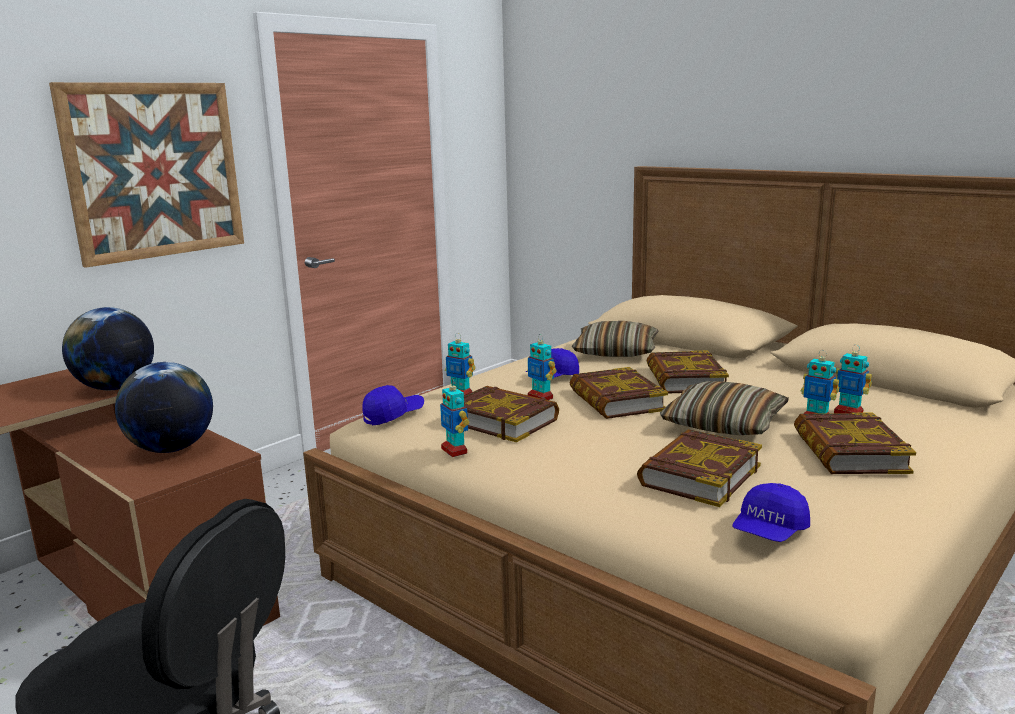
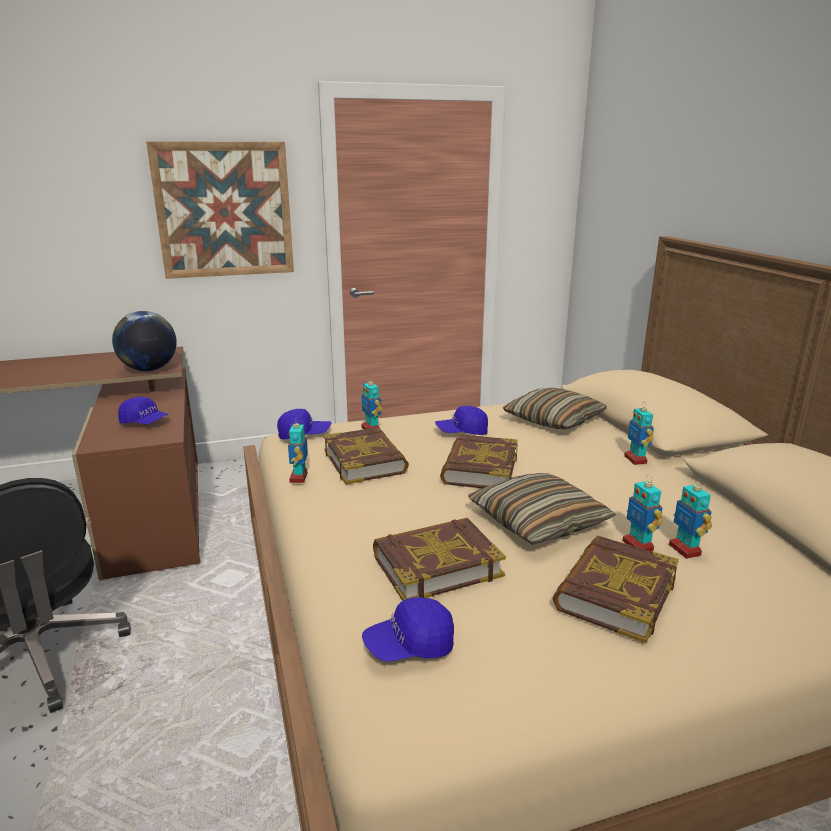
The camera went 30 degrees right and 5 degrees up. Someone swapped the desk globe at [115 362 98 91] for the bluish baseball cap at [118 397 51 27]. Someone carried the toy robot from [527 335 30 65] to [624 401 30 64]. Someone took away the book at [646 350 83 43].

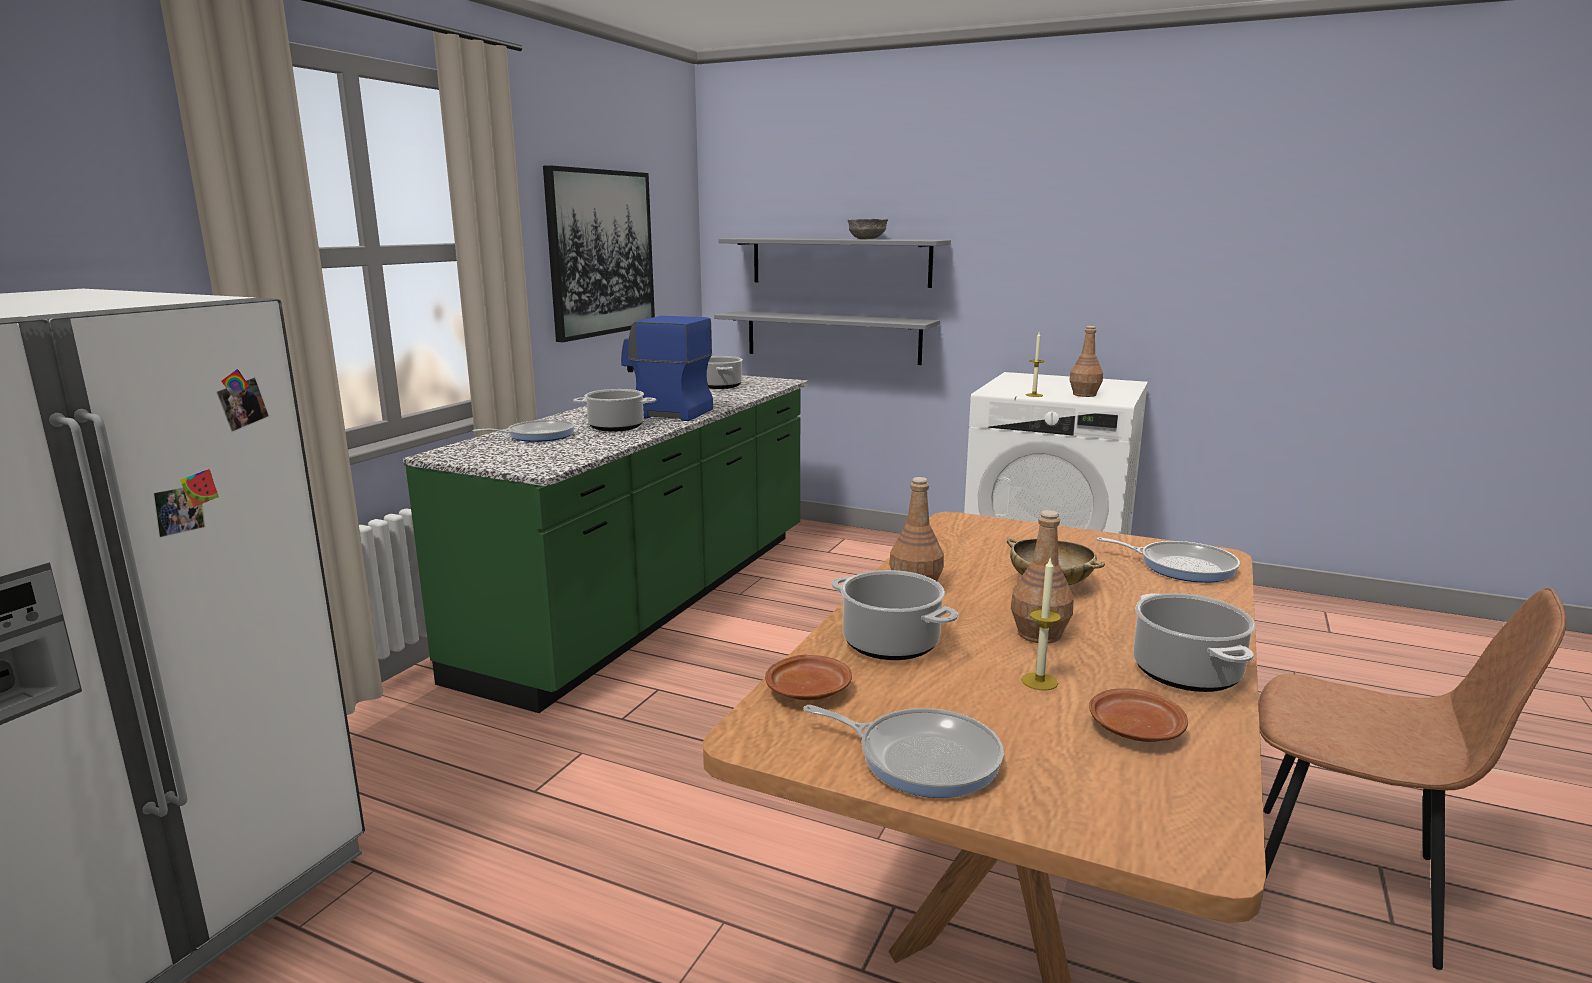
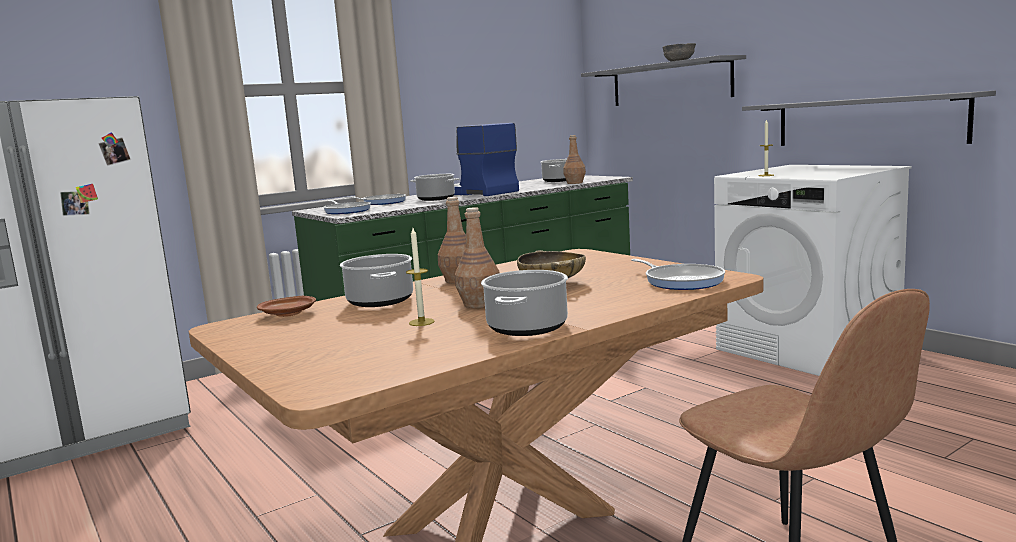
The camera went 30 degrees right and 5 degrees down. Someone carried the frying pan from [803 705 201 93] to [323 200 48 14]. Someone carried the brown beverage bottle from [1069 326 34 71] to [563 135 23 49]. Someone carried the grey bracket shelf from [714 311 226 54] to [742 91 254 55]. Someone took away the wall art at [543 165 112 177]. Someone took away the brown flat dish at [1089 689 99 53].

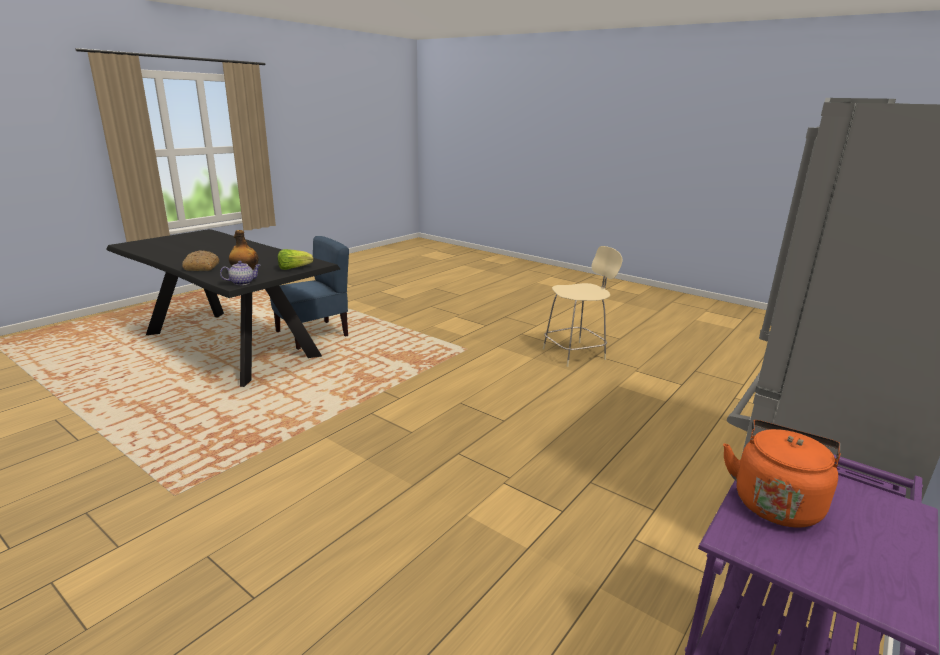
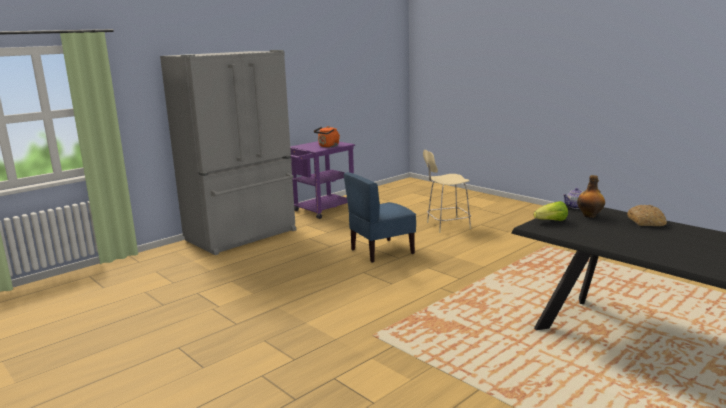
The camera went 170 degrees left and 5 degrees down. Someone carried the bluish plain chair from [270 236 79 114] to [344 172 72 91]. Someone carried the sand-coloured plain chair from [543 246 79 121] to [423 150 48 83].

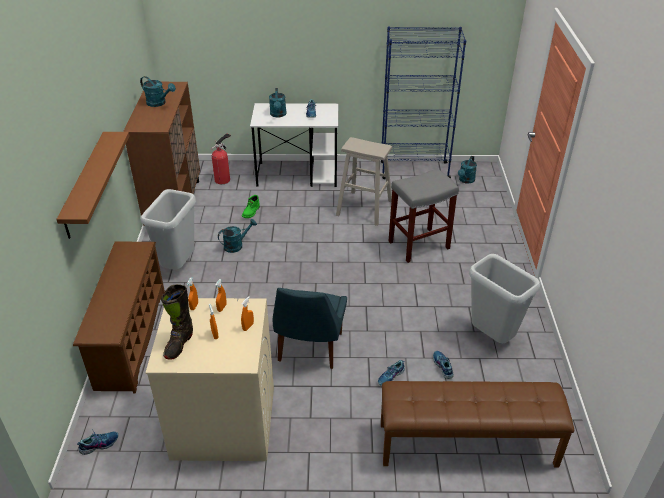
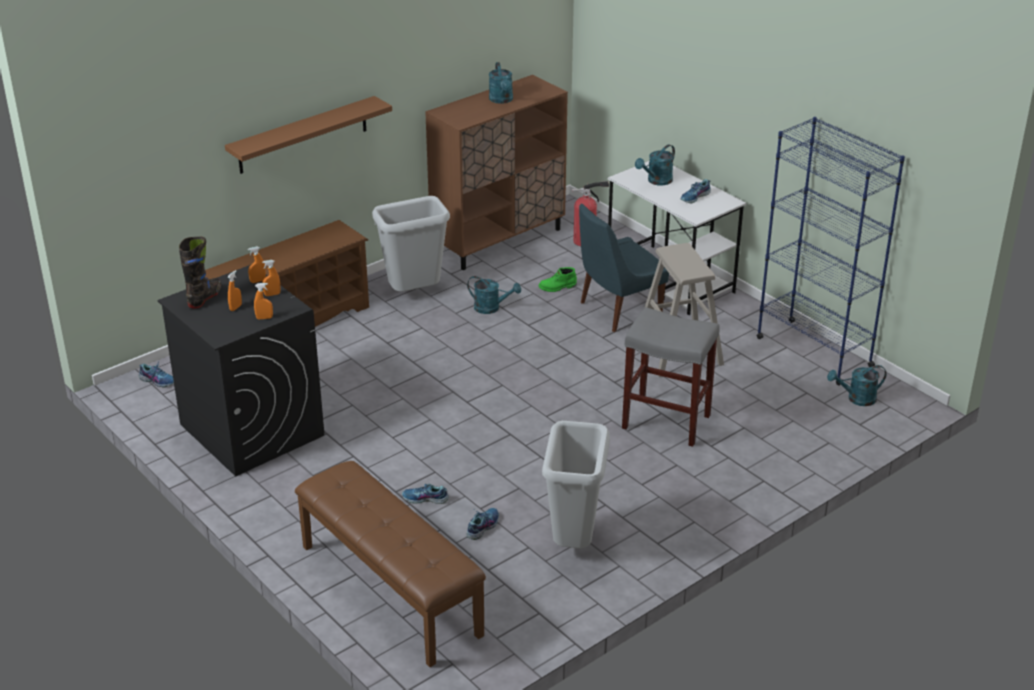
The camera went 50 degrees right and 5 degrees down. Someone repainted the sand-coloured laundry appliance at [146 298 128 163], which became the black laundry appliance at [158 265 166 212]. Someone rotated the black boot at [161 284 32 76] by 135 degrees clockwise. Someone carried the bluish plain chair from [273 288 74 81] to [579 204 90 128].

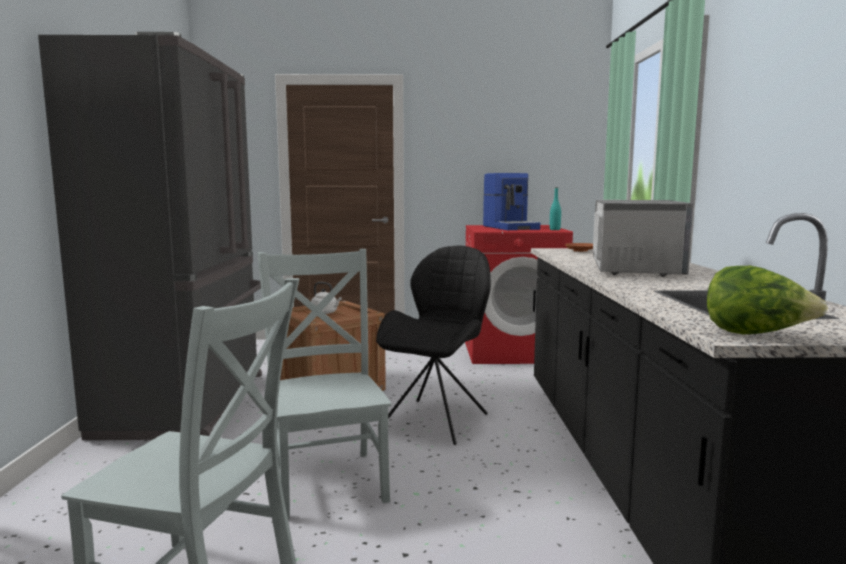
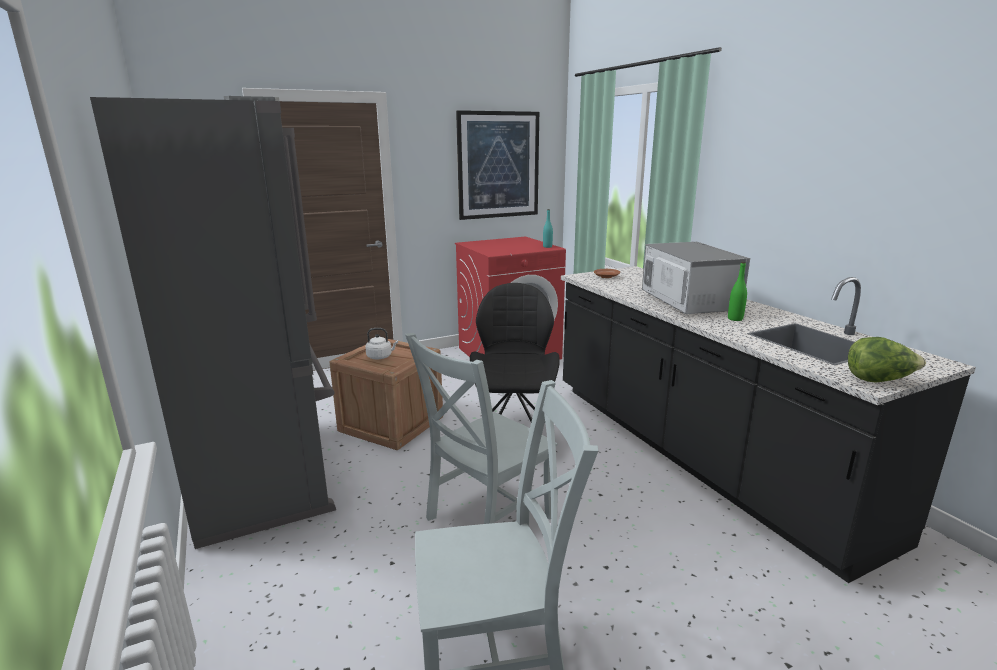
The camera went 25 degrees left and 10 degrees up. Someone rotated the grey plain chair at [257 249 135 270] by 90 degrees counterclockwise. Someone put up the wall art at [456 110 83 110]. Someone put down the greenish beverage bottle at [728 262 19 59]. Someone took away the coffee maker at [483 173 57 57].

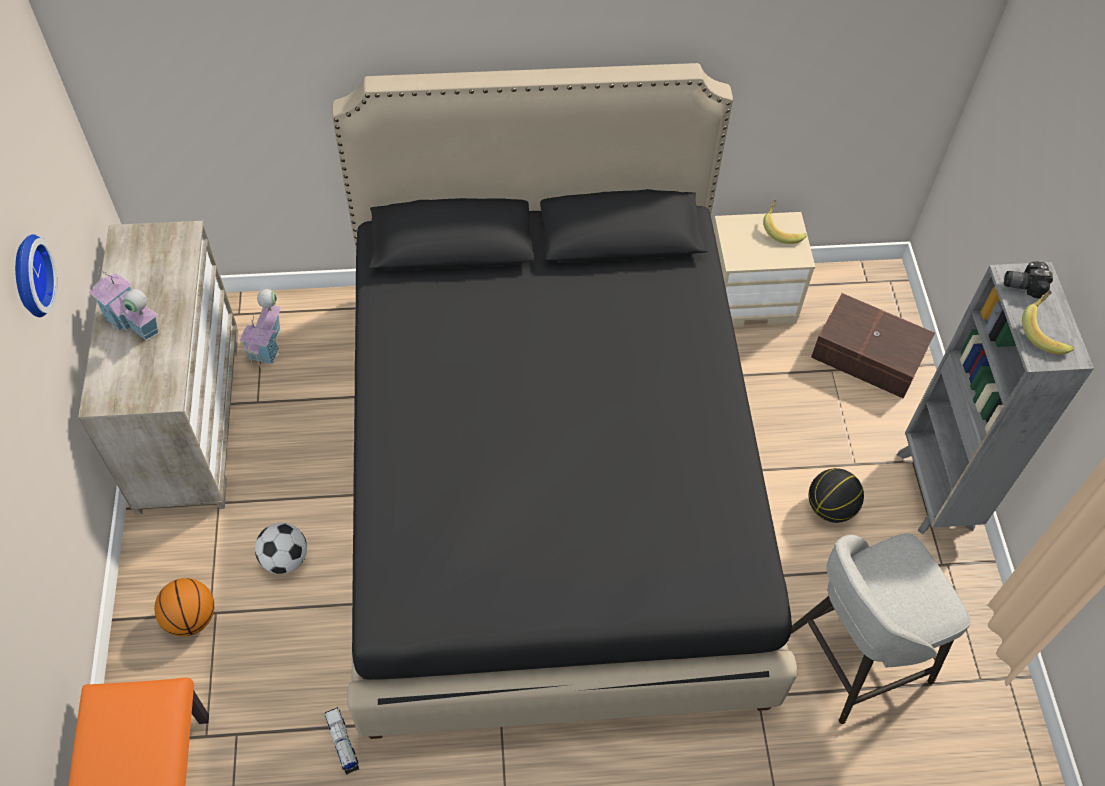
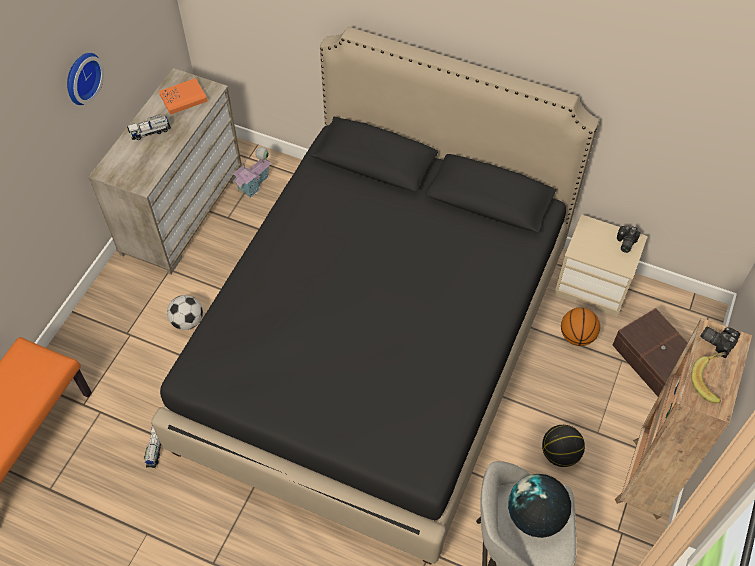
The camera went 30 degrees right and 0 degrees up. Someone swapped the miniature house at [88 266 71 75] for the toy truck at [127 114 44 26]. Someone put down the orange book at [159 78 48 37]. Someone put down the desk globe at [508 474 63 64]. Someone carried the ball for basketball from [154 578 60 59] to [561 308 39 38]. Someone repainted the grey bookshelf at [897 262 197 272], which became the brown bookshelf at [615 318 137 202]. Someone swapped the banana at [763 199 44 45] for the still camera at [617 226 24 27].

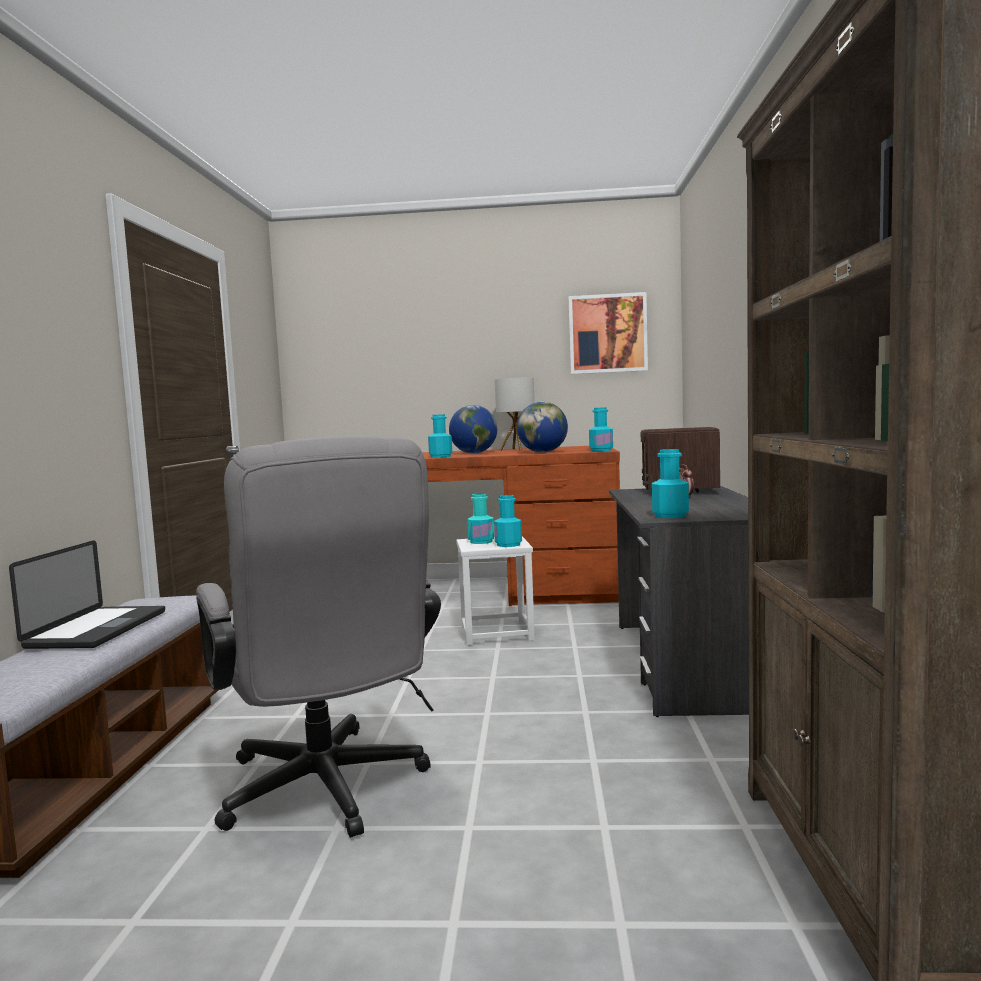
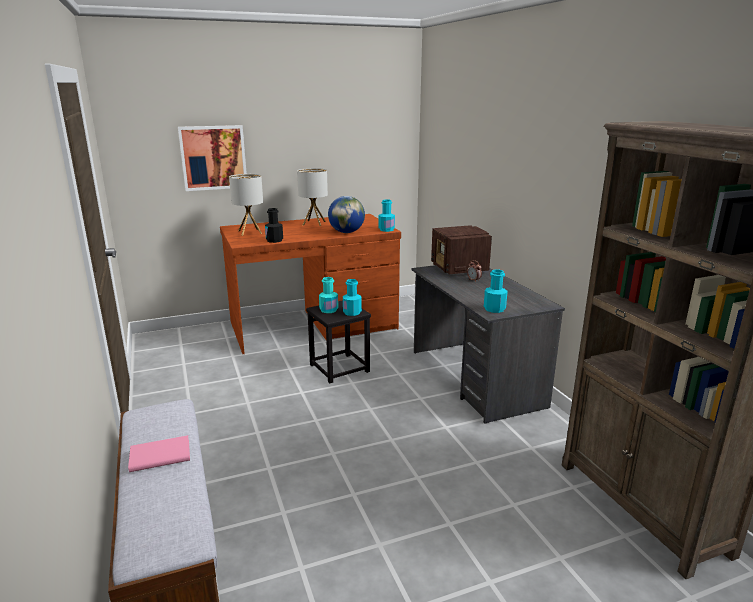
The camera went 25 degrees left and 15 degrees up. Someone swapped the portable computer at [9 540 156 109] for the pink-coloured book at [128 435 62 37]. Someone carried the wall art from [569 292 79 82] to [178 125 69 66]. Someone put down the lamp for a table at [229 174 34 62]. Someone repainted the turquoise beverage bottle at [428 414 24 44], which became the black beverage bottle at [265 208 18 35]. Someone repainted the whitish stool seat at [456 536 79 110], which became the black stool seat at [306 300 65 83]. Someone took away the grey desk chair at [196 436 245 402]. Someone took away the desk globe at [449 405 48 49].

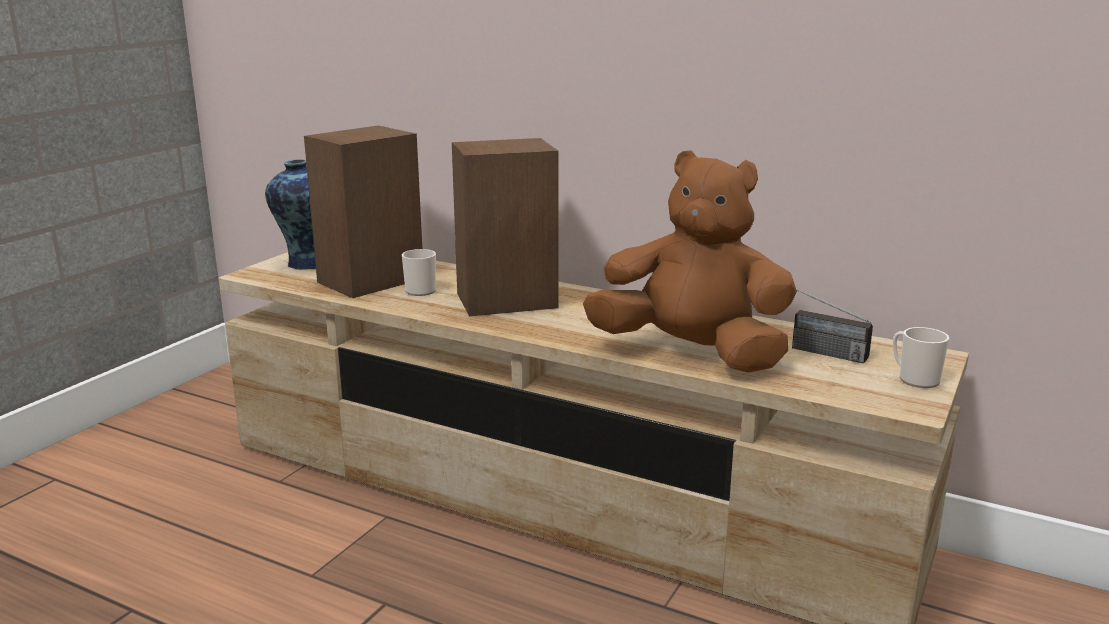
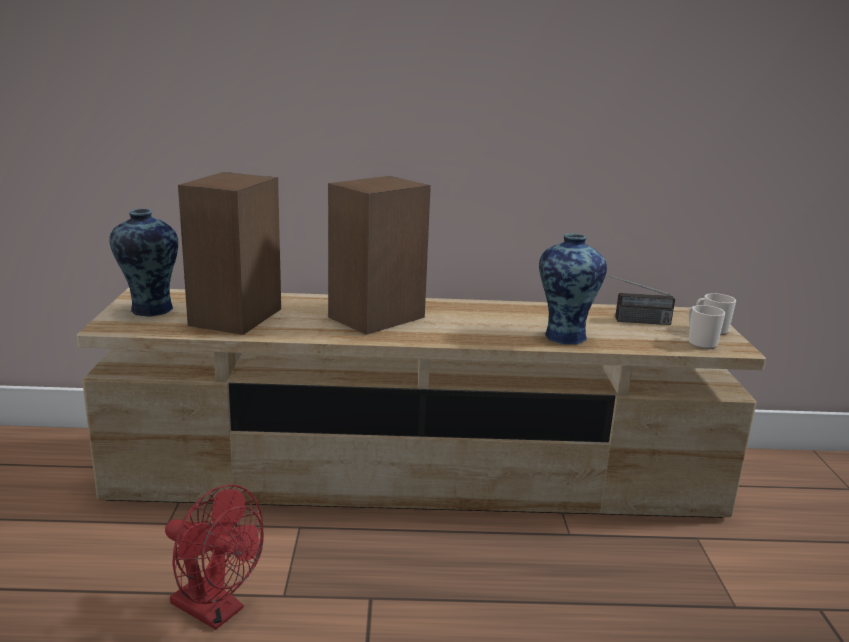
The camera went 30 degrees left and 0 degrees up. Someone put down the red-coloured electric fan at [165 484 99 146]. Someone swapped the brown cuddly toy at [583 150 214 223] for the decorative vase at [539 234 68 110]. Someone carried the coffee mug from [402 249 34 47] to [688 305 37 44].

